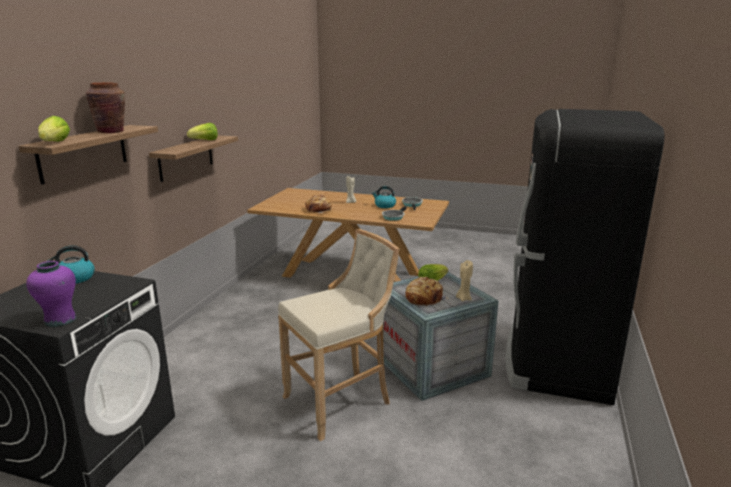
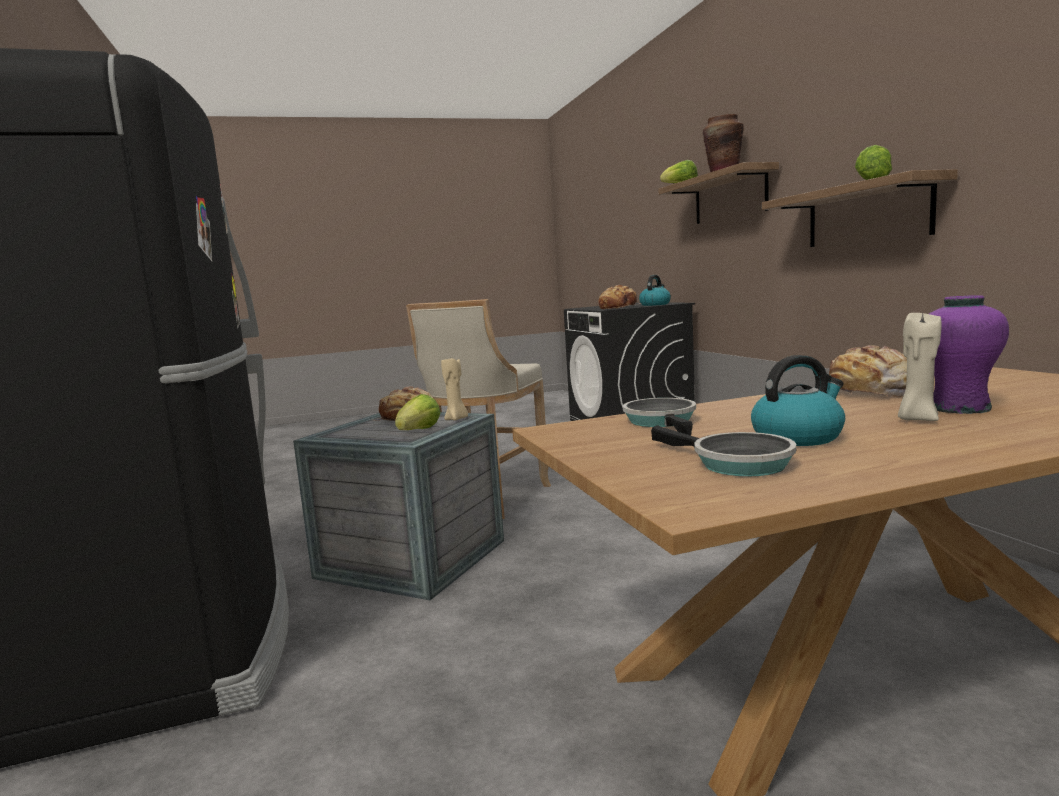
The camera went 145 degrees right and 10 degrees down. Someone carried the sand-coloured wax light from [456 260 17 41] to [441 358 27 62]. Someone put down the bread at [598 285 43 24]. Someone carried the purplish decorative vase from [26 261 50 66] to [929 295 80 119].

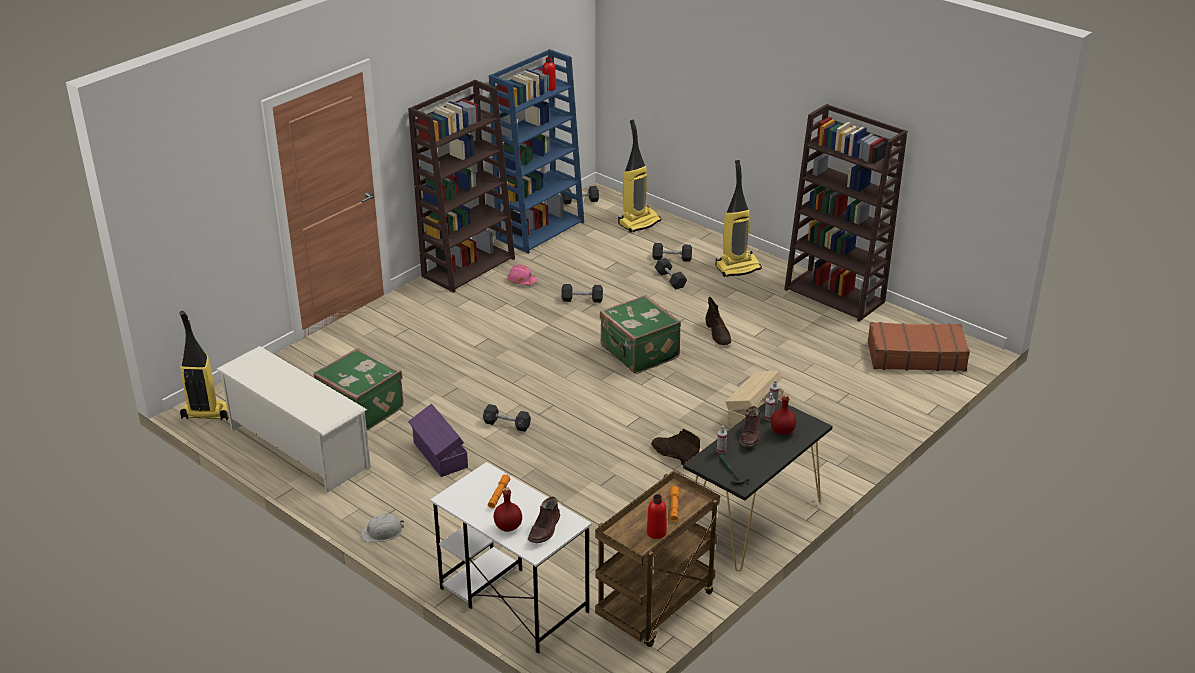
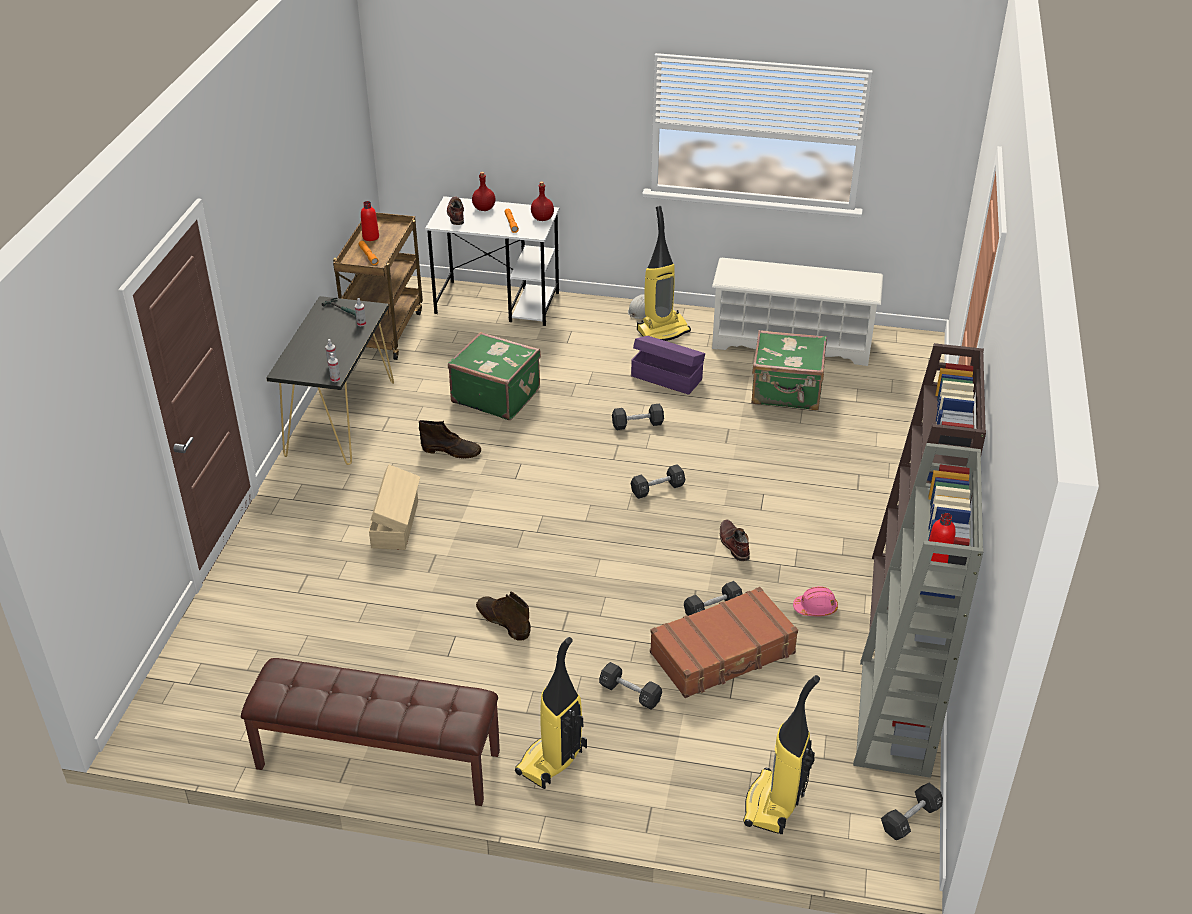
The camera went 150 degrees right and 5 degrees up. Someone swapped the brown bookshelf at [784 104 123 218] for the brown indoor bench at [241 658 259 148]. Someone carried the greenish travel case from [600 295 81 79] to [448 332 93 88]. Someone carried the red-coloured beverage bottle from [771 394 25 41] to [531 181 23 40]. Someone carried the black free weight from [652 243 40 19] to [631 464 54 35]. Someone carried the vacuum cleaner from [179 311 50 110] to [637 206 54 135]. Someone carried the brown travel case from [868 322 102 50] to [650 587 148 111]. Someone carried the brown boot from [740 406 20 41] to [720 519 30 42]. Someone repainted the bluish bookshelf at [489 49 95 205], which became the grey bookshelf at [853 443 131 335].

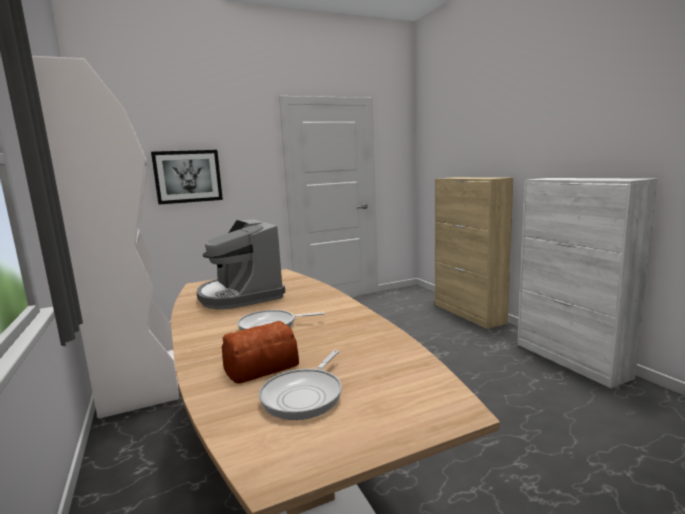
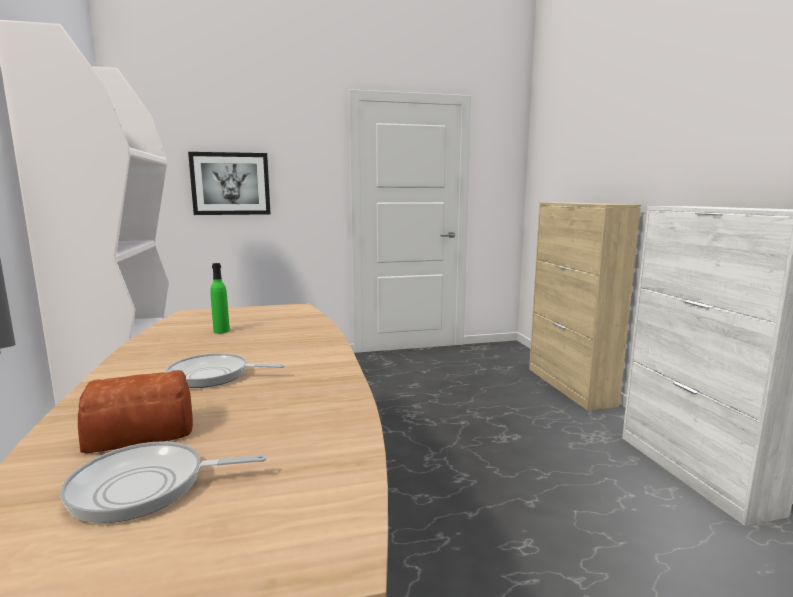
The camera went 10 degrees right and 0 degrees up. Someone rotated the frying pan at [259 350 83 70] by 45 degrees clockwise. Someone swapped the coffee maker at [196 219 89 91] for the greenish beverage bottle at [210 263 20 70].

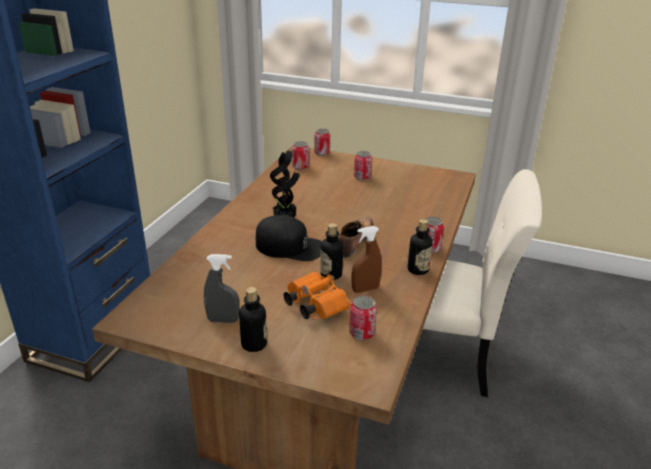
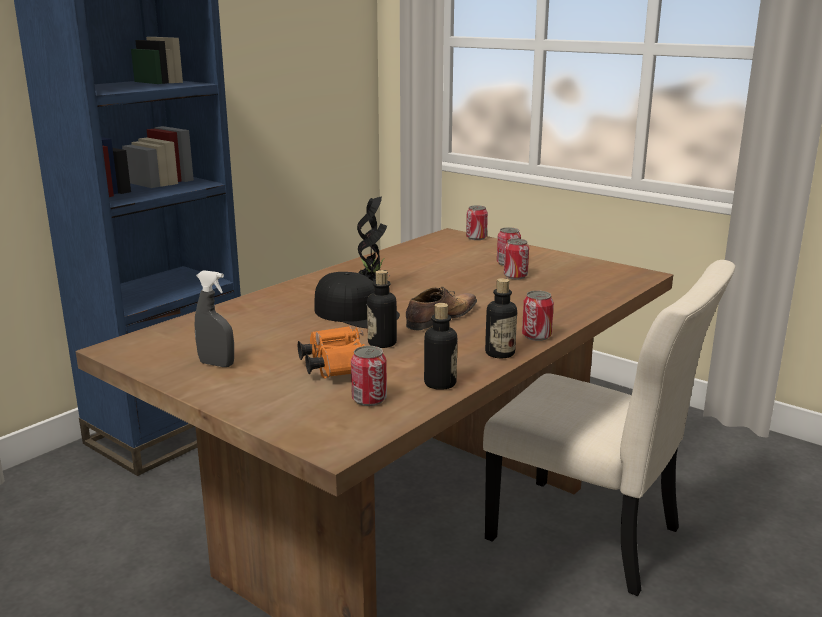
The camera went 20 degrees right and 10 degrees down. Someone carried the beverage bottle from [239 287 28 65] to [424 303 33 87]. Someone carried the sealed can from [292 141 17 29] to [504 239 25 40]. Someone took away the brown spray bottle at [351 226 31 67].

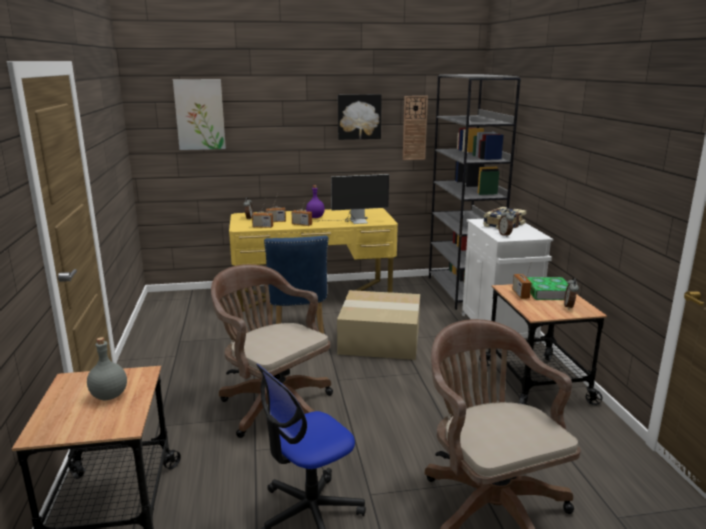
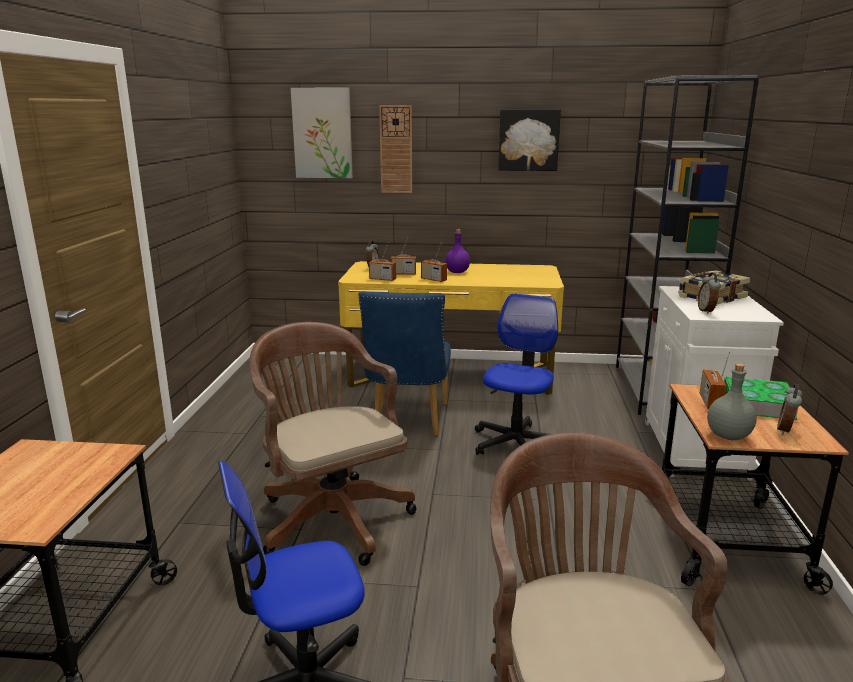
The camera went 15 degrees right and 0 degrees up. Someone carried the wall clock from [403 96 25 64] to [379 105 33 88]. Someone swapped the packing box at [337 290 83 70] for the desk chair at [475 293 83 162]. Someone carried the grey beverage bottle from [87 337 40 64] to [707 363 50 77]. Someone took away the computer screen at [315 174 74 50].

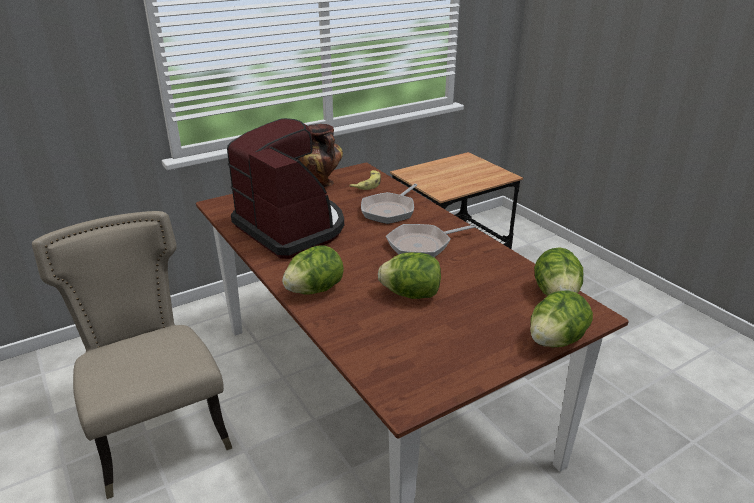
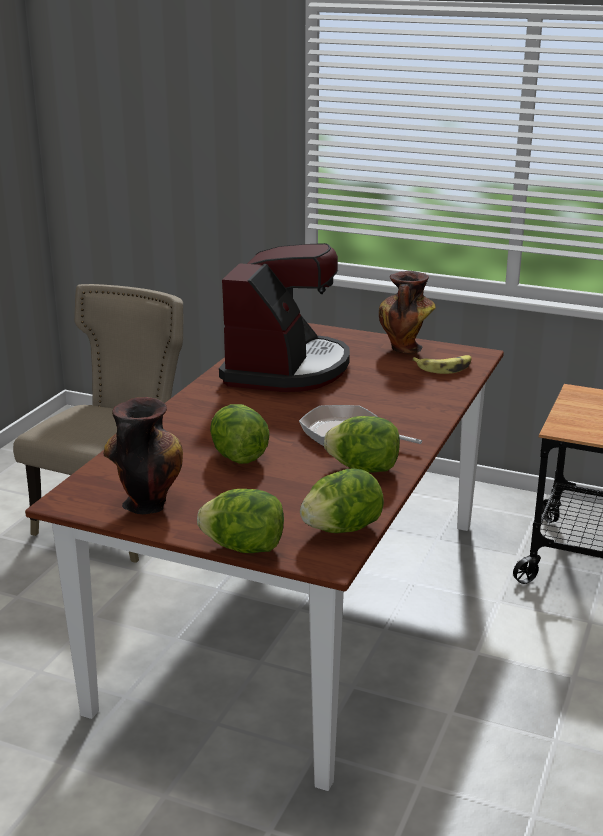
The camera went 55 degrees right and 5 degrees down. Someone put down the decorative vase at [103 397 80 117]. Someone carried the lettuce head from [282 246 62 49] to [324 416 76 57]. Someone took away the frying pan at [361 184 56 40].

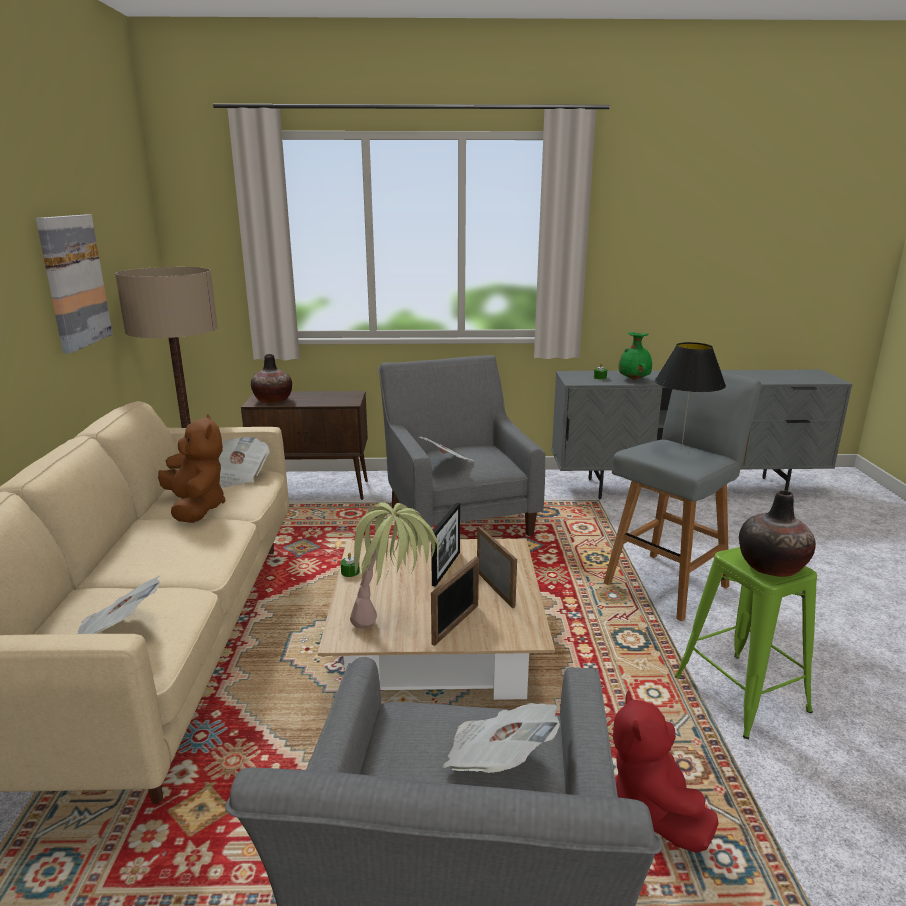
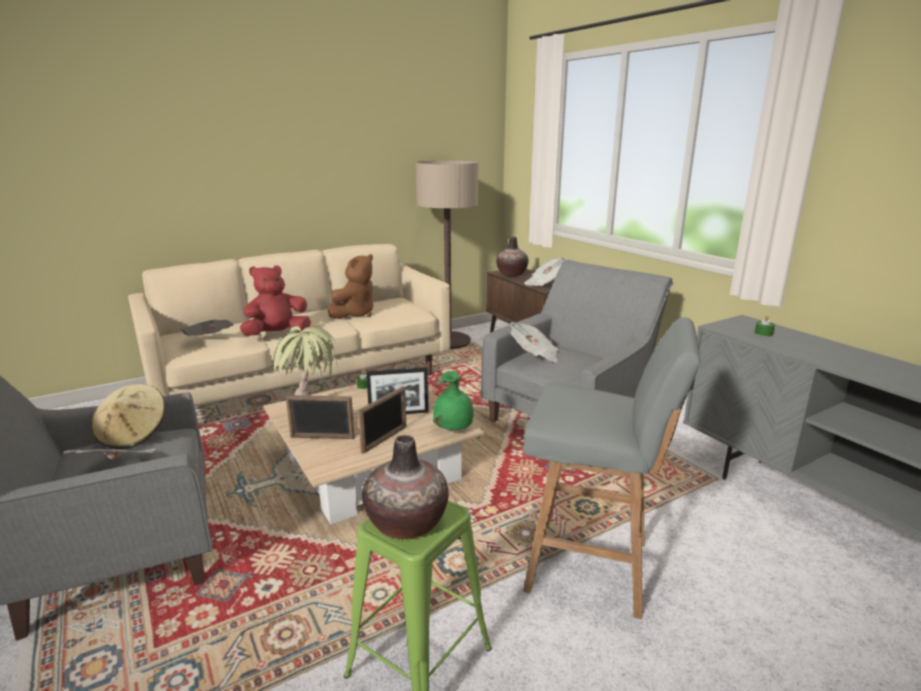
The camera went 60 degrees right and 0 degrees up. Someone put down the sand-coloured clothing hat at [91 384 74 65]. Someone carried the red-coloured cuddly toy from [613 690 106 163] to [240 265 71 71]. Someone carried the greenish decorative vase from [619 332 33 48] to [433 371 41 59]. Someone carried the printed paper from [219 437 50 51] to [524 258 44 28]. Someone took away the wall art at [36 215 77 138]. Someone took away the black lamp for a table at [655 342 71 107].

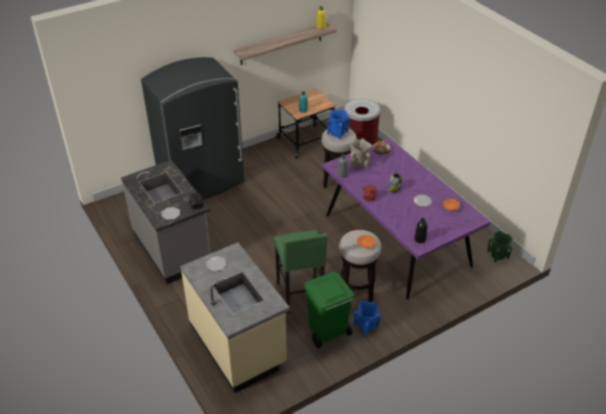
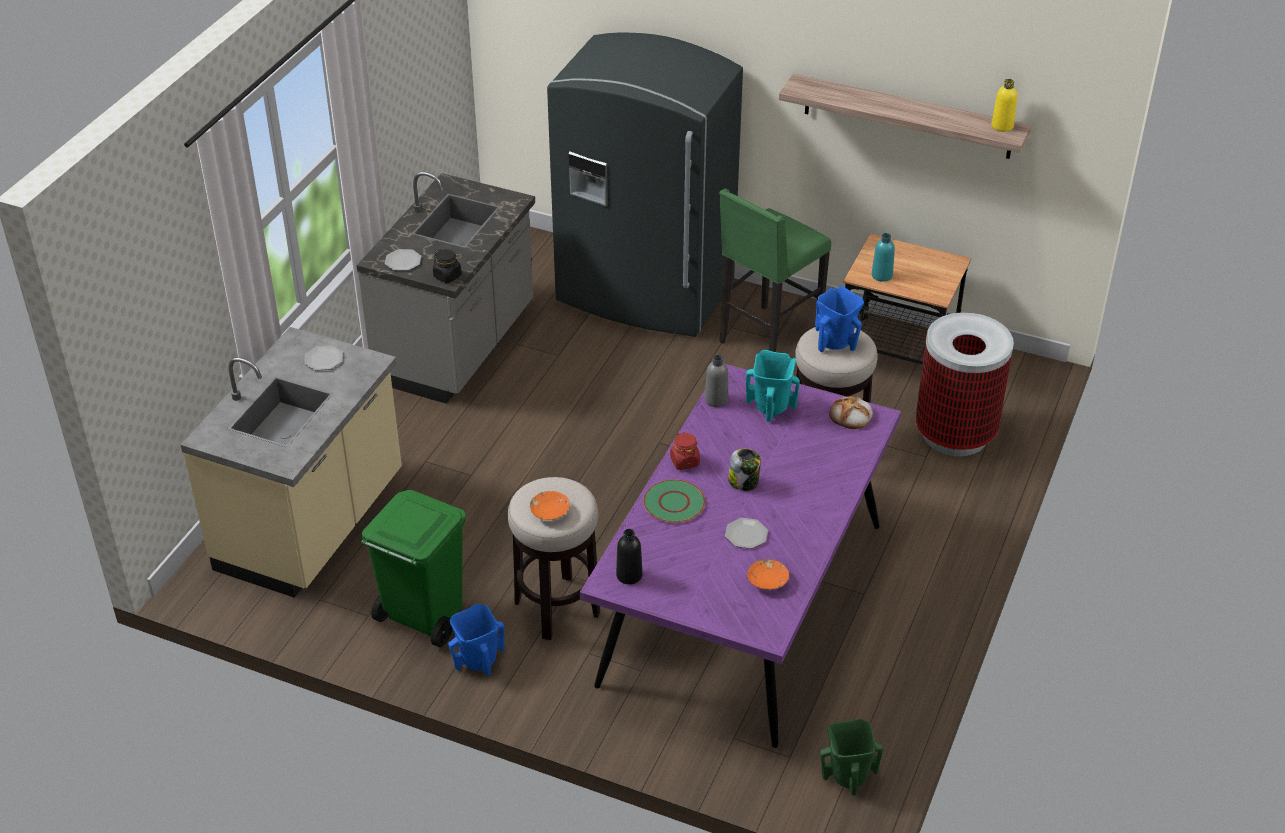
The camera went 55 degrees right and 0 degrees up. Someone put down the greenish flat dish at [643 479 62 44]. Someone carried the greenish stool seat from [274 230 54 84] to [719 189 112 163]. Someone repainted the sand-coloured decorative vase at [351 138 21 30], which became the turquoise decorative vase at [746 350 54 72].

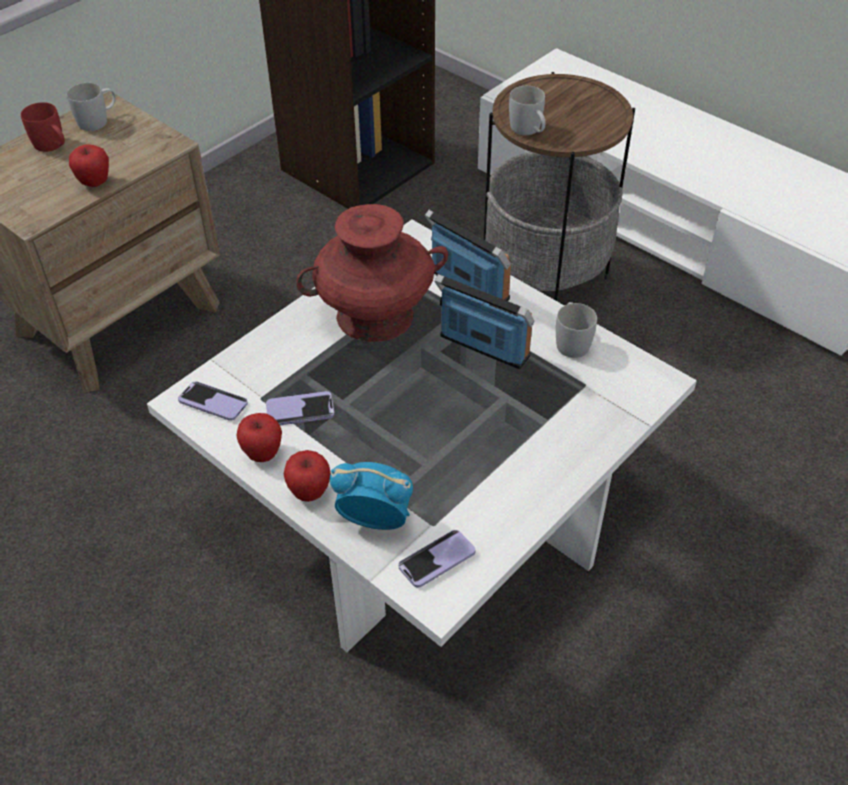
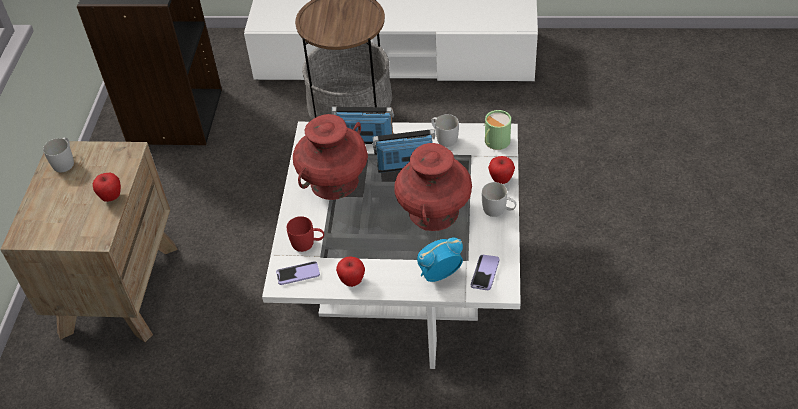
The camera went 35 degrees left and 0 degrees up. Someone carried the red-coloured coffee mug from [21 102 44 50] to [287 216 37 36]. Someone put down the red-coloured decorative vase at [394 143 78 88]. Someone carried the whitish coffee mug from [509 86 36 49] to [482 182 34 35]. Someone put down the greenish coffee mug at [484 110 27 40]. Someone carried the apple from [284 450 47 52] to [488 156 27 28]. Someone took away the handset at [266 391 68 34].

